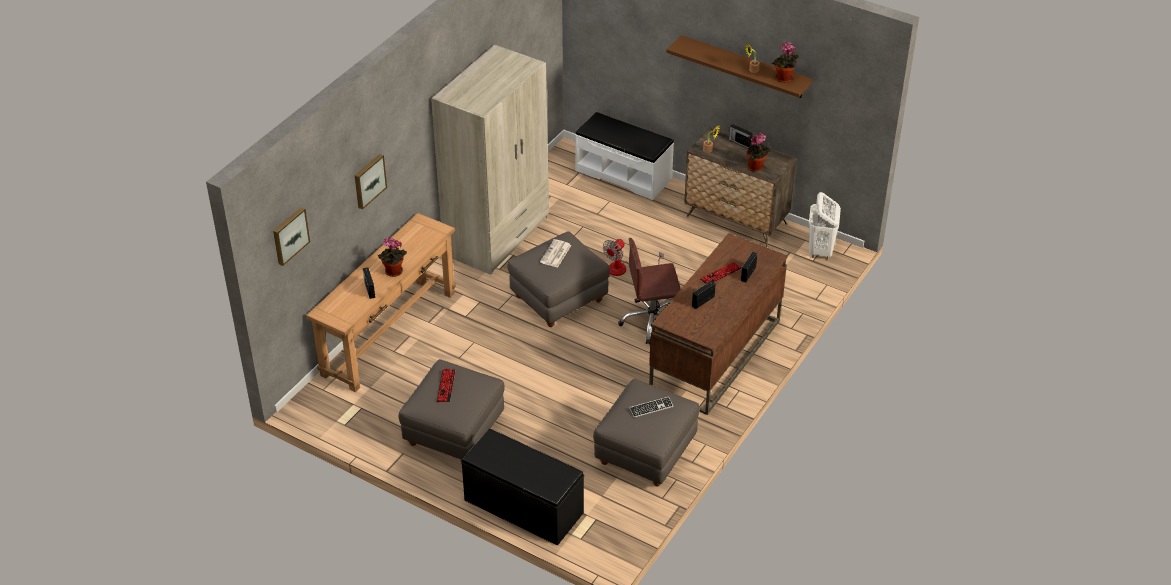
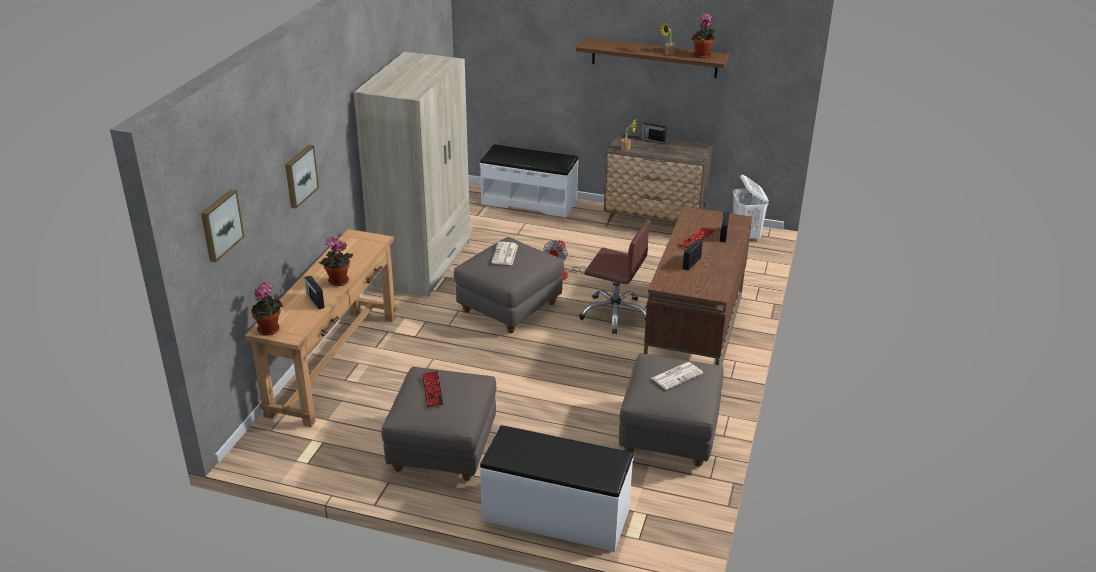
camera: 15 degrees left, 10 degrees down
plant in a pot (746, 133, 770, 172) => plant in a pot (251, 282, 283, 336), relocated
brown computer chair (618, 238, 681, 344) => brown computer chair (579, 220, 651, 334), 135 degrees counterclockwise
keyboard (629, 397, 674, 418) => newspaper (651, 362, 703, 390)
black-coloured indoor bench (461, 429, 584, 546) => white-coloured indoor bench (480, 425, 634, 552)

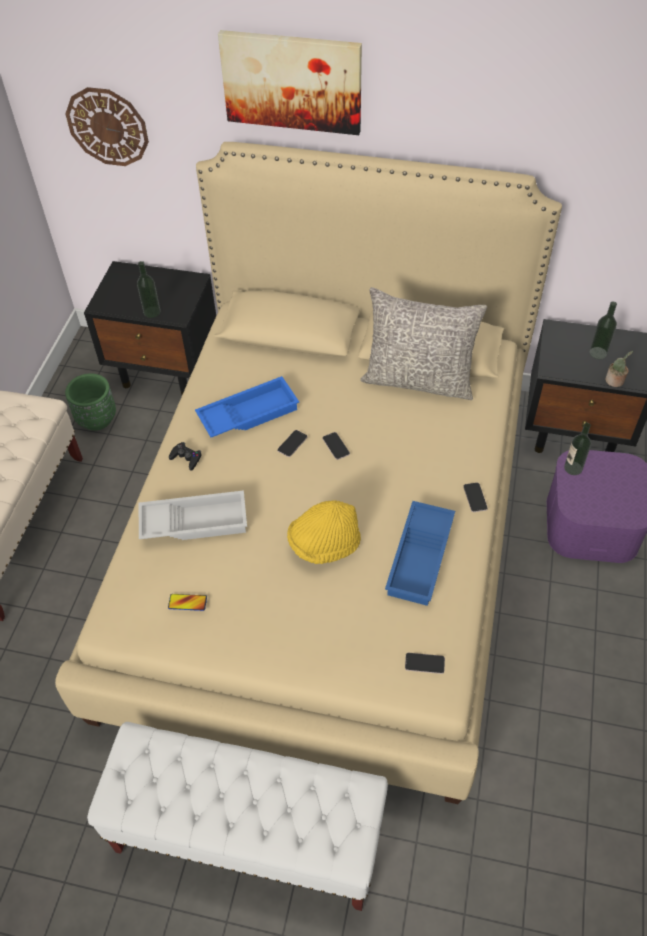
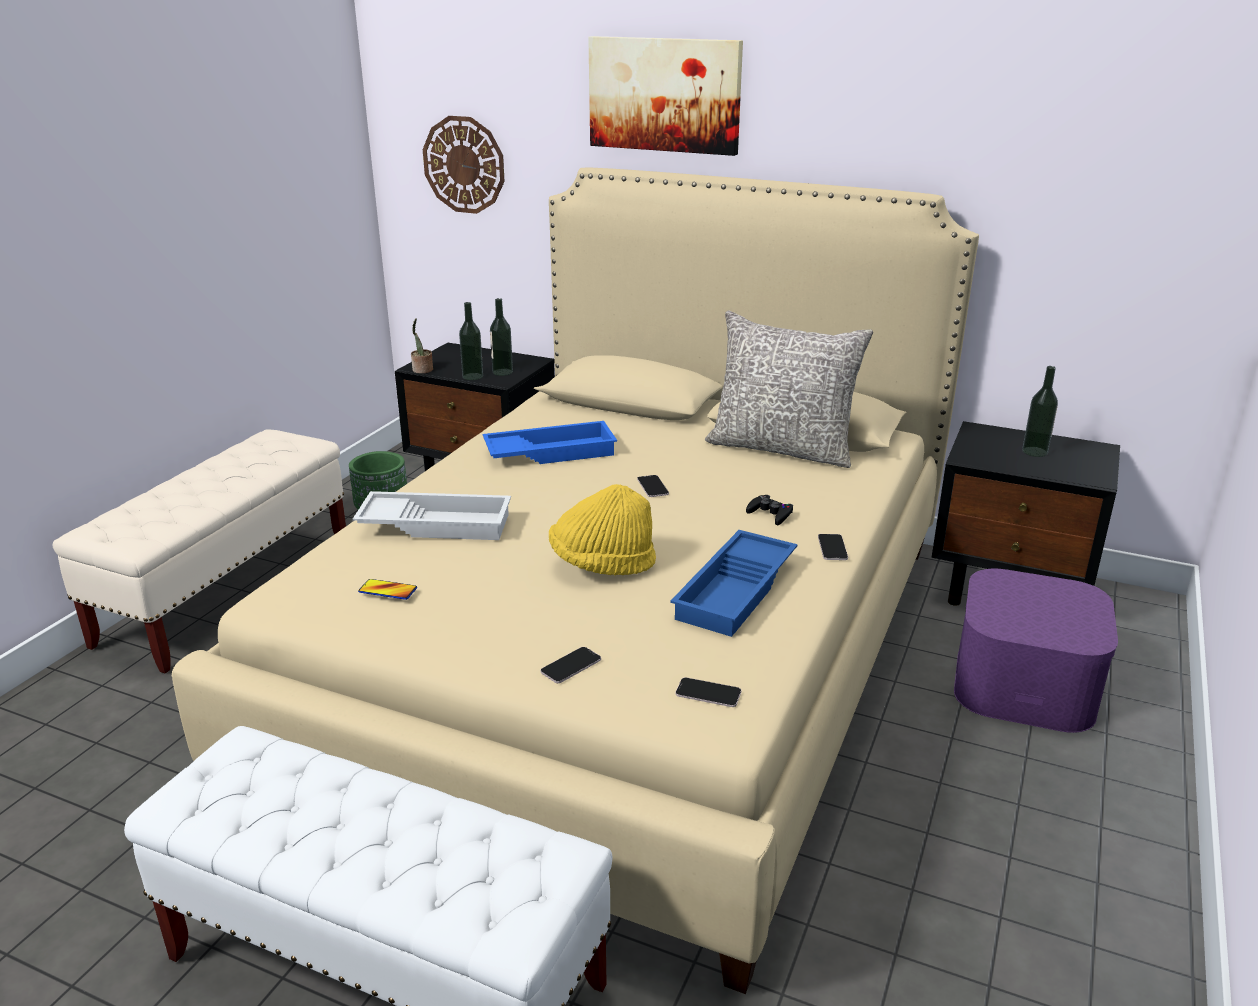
camera: 10 degrees right, 25 degrees down
plant in a pot (605, 351, 633, 387) => plant in a pot (411, 318, 433, 373), relocated
beverage bottle (564, 423, 591, 475) => beverage bottle (490, 298, 513, 376), relocated
phone (277, 430, 308, 457) => phone (540, 647, 601, 683), relocated
black-coloured gamepad (169, 442, 201, 471) => black-coloured gamepad (746, 495, 793, 525), relocated

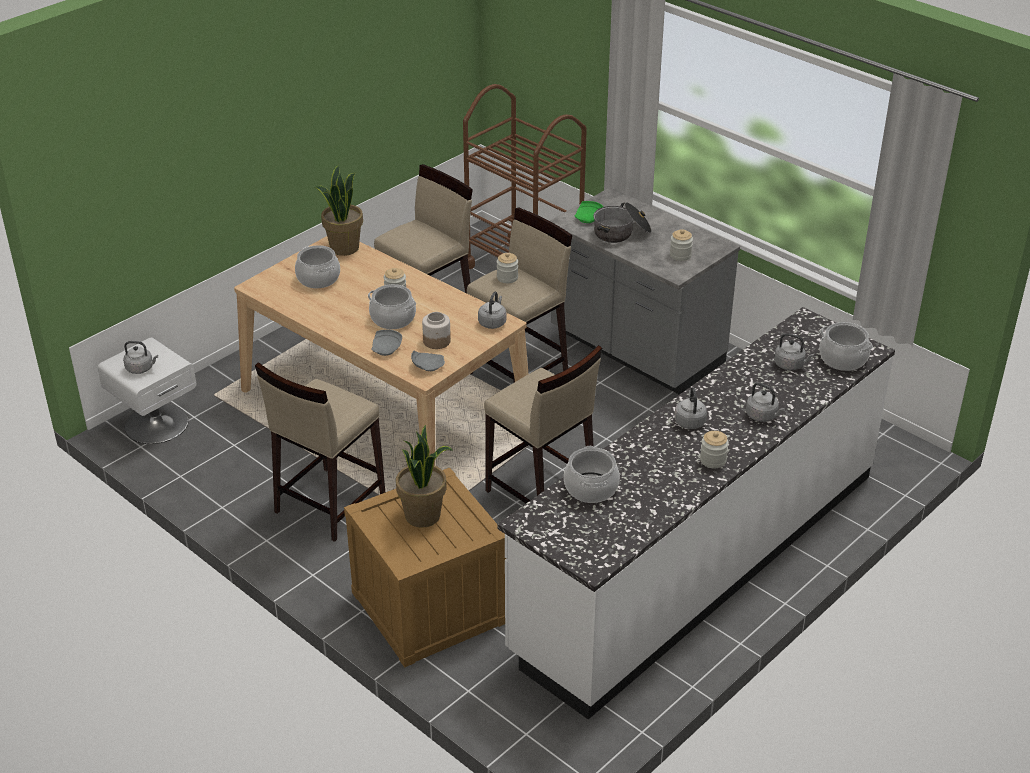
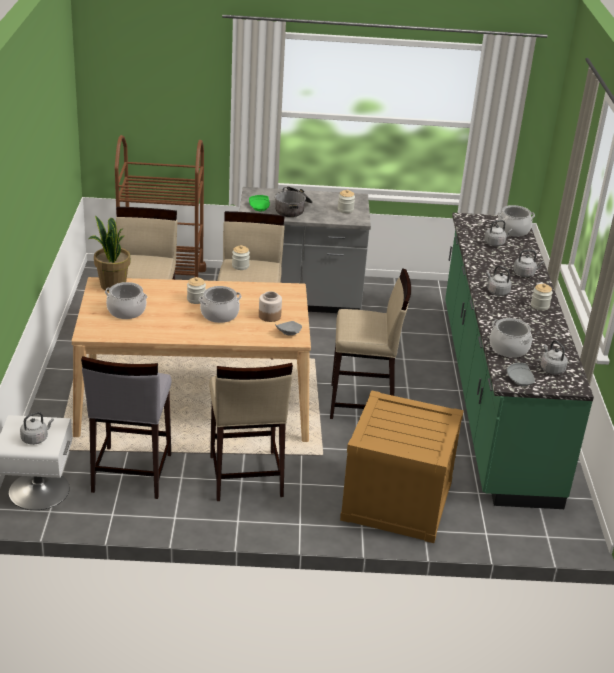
camera: 45 degrees left, 5 degrees down
greyish kettle (478, 292, 506, 329) => greyish kettle (540, 340, 568, 374), relocated
white-coloured kitchen base unit (497, 307, 895, 720) => green kitchen base unit (445, 213, 594, 509)
greyish dinner plate (371, 330, 402, 356) => greyish dinner plate (507, 363, 535, 386), relocated
plant in a pot (396, 425, 453, 528) => nothing
nothing => greyish stool seat (81, 356, 172, 499)

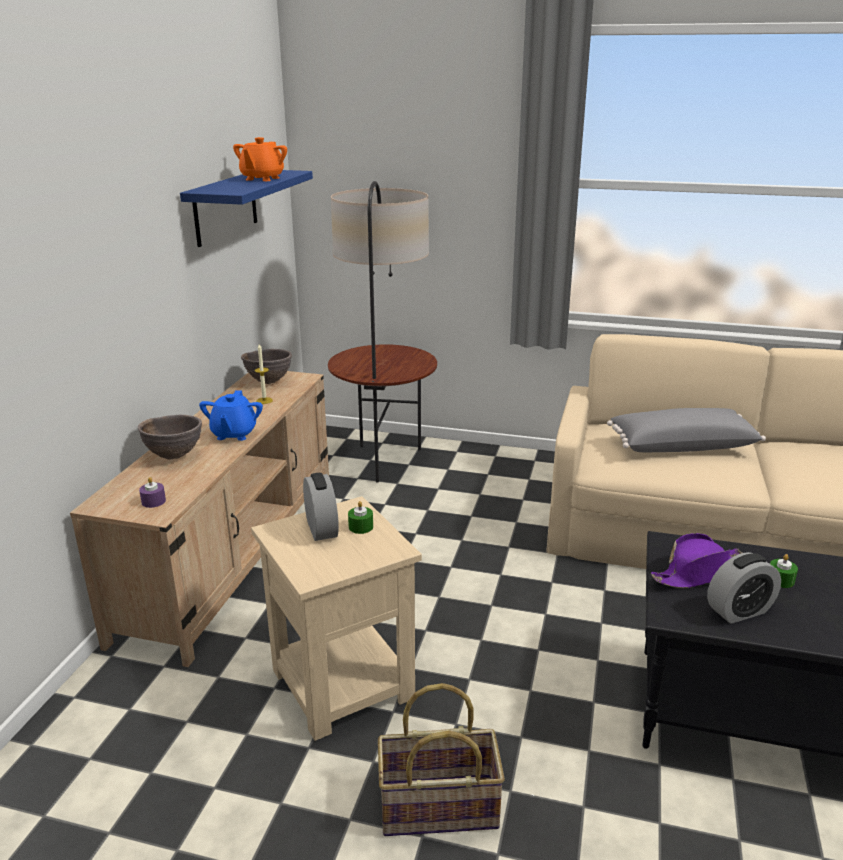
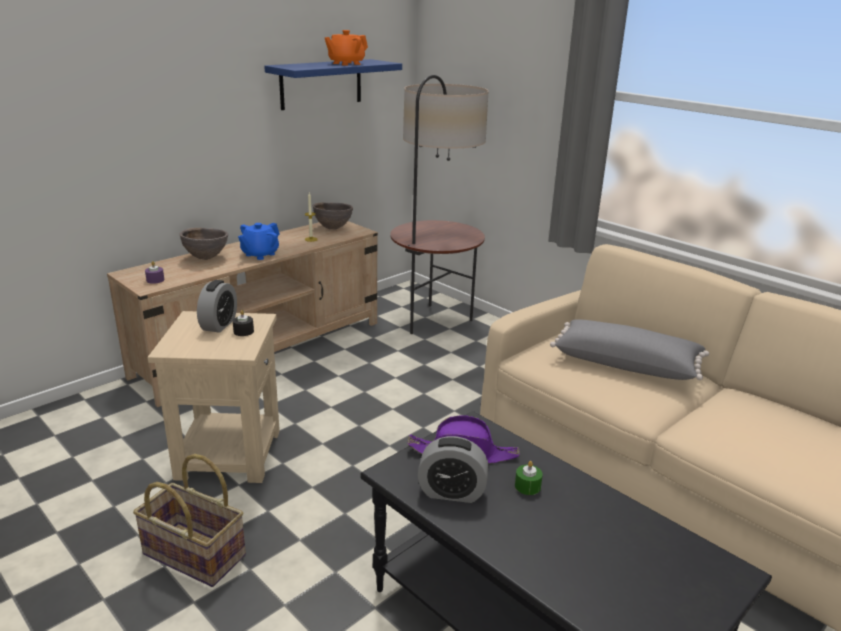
camera: 30 degrees right, 0 degrees up
green candle (348, 501, 373, 534) => black-coloured candle (233, 310, 254, 336)

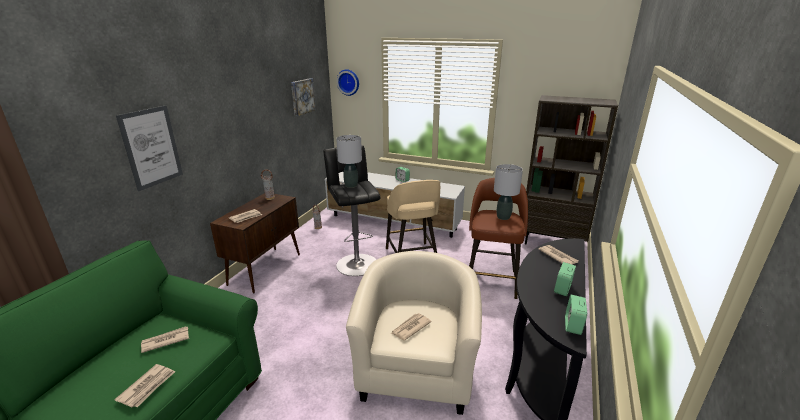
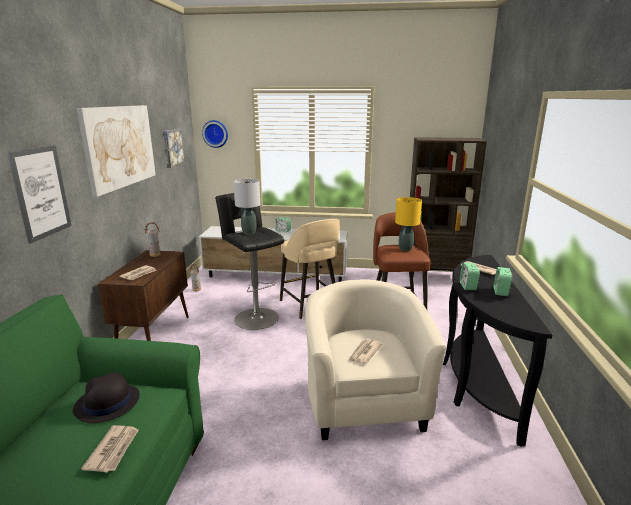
camera: 15 degrees left, 5 degrees down
greyish tabletop lamp (494, 164, 523, 220) => yellow tabletop lamp (395, 197, 422, 251)
table clock (565, 295, 587, 335) => table clock (460, 262, 480, 290), relocated
newspaper (141, 326, 189, 353) => black-coloured hat (73, 372, 140, 423)
nothing => wall art (77, 105, 156, 197)

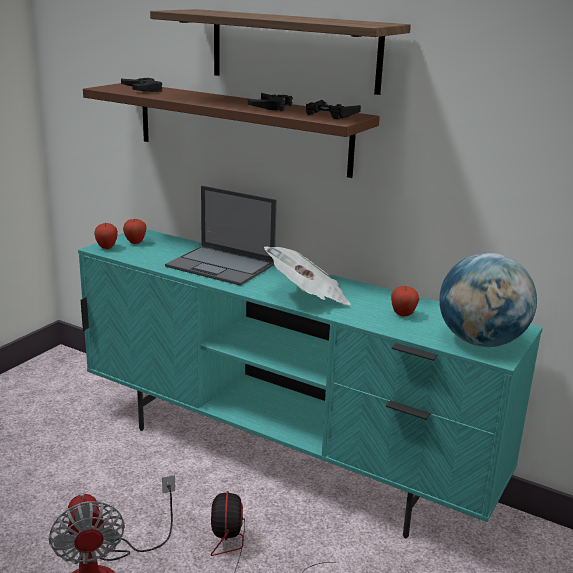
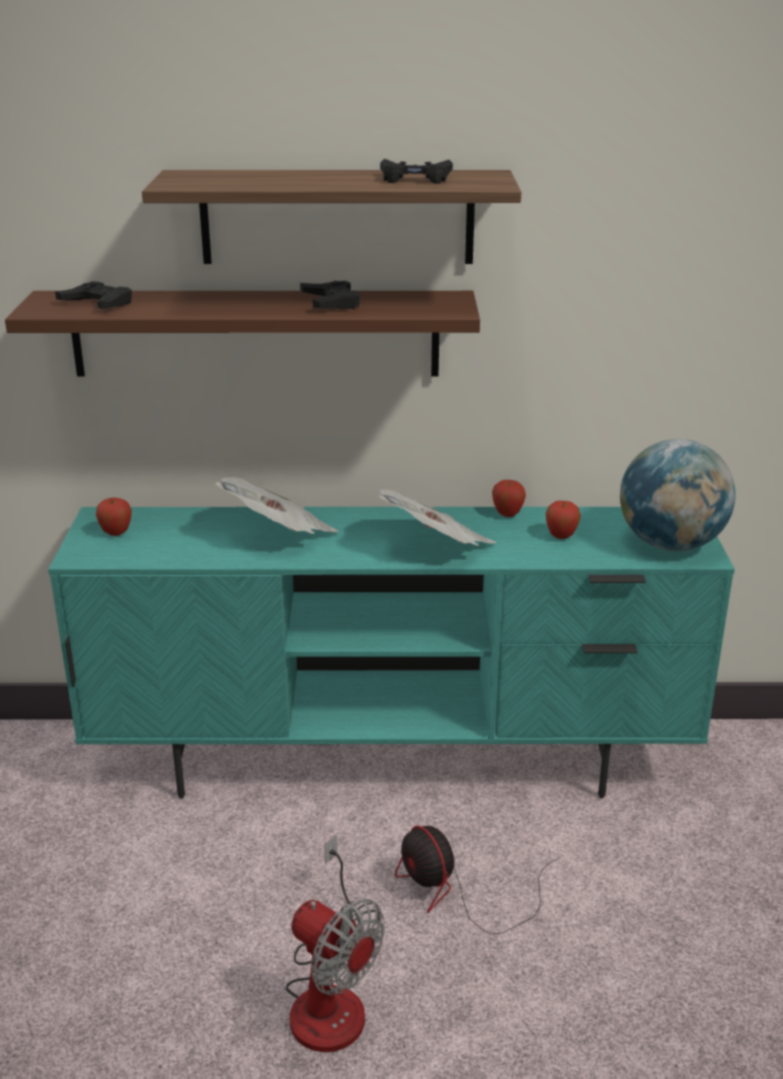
camera: 30 degrees left, 5 degrees up
black-coloured gamepad (306, 100, 361, 119) => black-coloured gamepad (380, 159, 453, 184), relocated
laptop (165, 186, 277, 286) => newspaper (215, 477, 338, 534)
apple (94, 223, 118, 249) => apple (492, 480, 526, 517), relocated

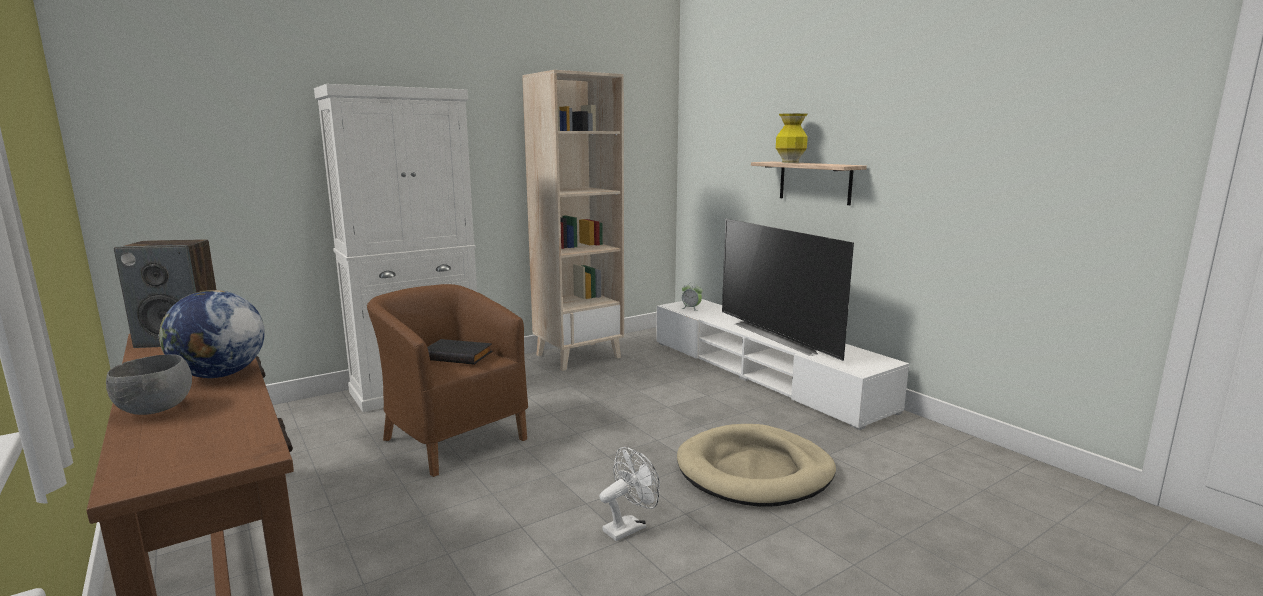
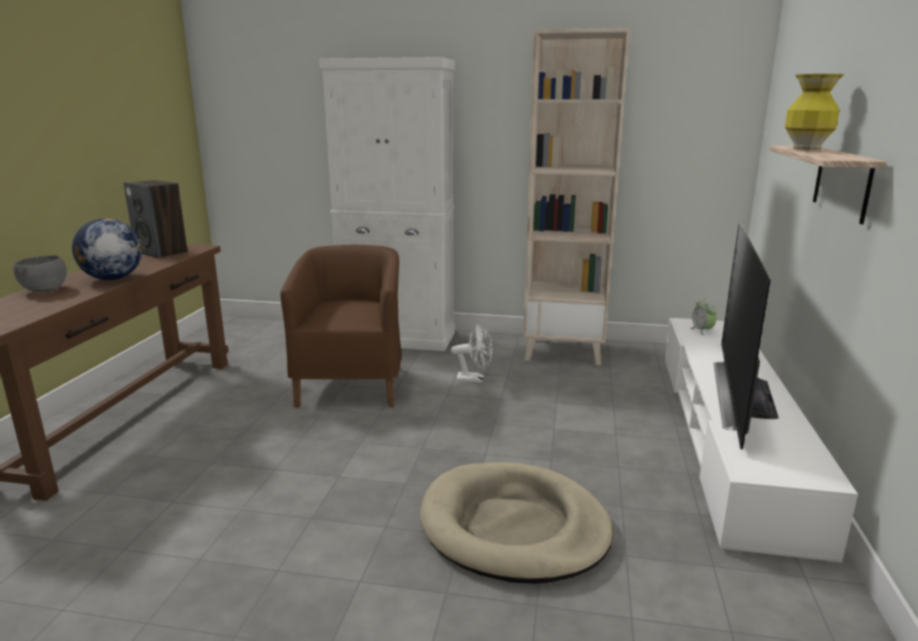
camera: 45 degrees right, 5 degrees up
black-coloured bound book (427, 339, 493, 365) => nothing
white-coloured cooling fan (600, 447, 660, 541) => white-coloured cooling fan (451, 324, 493, 383), relocated

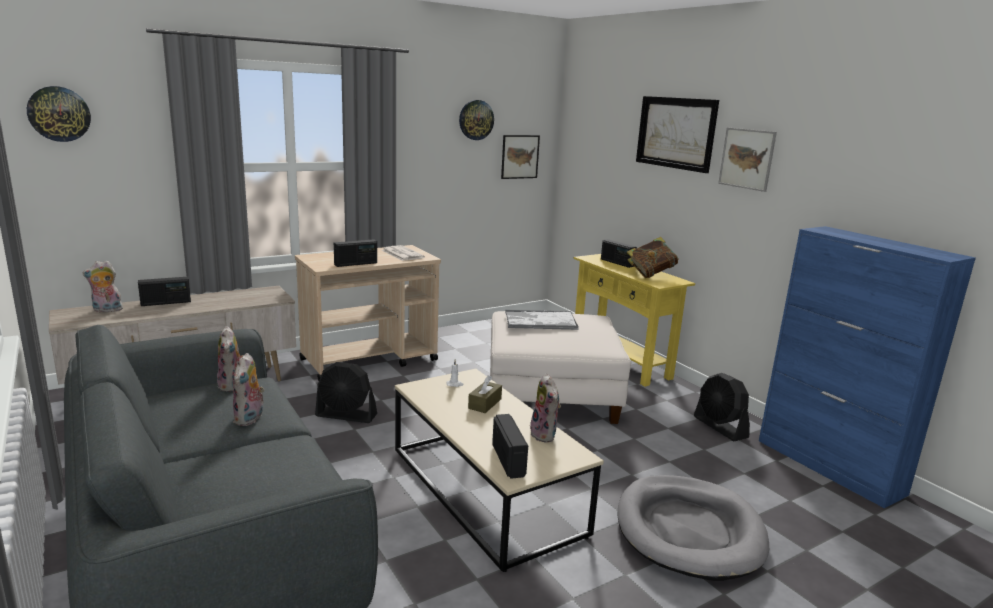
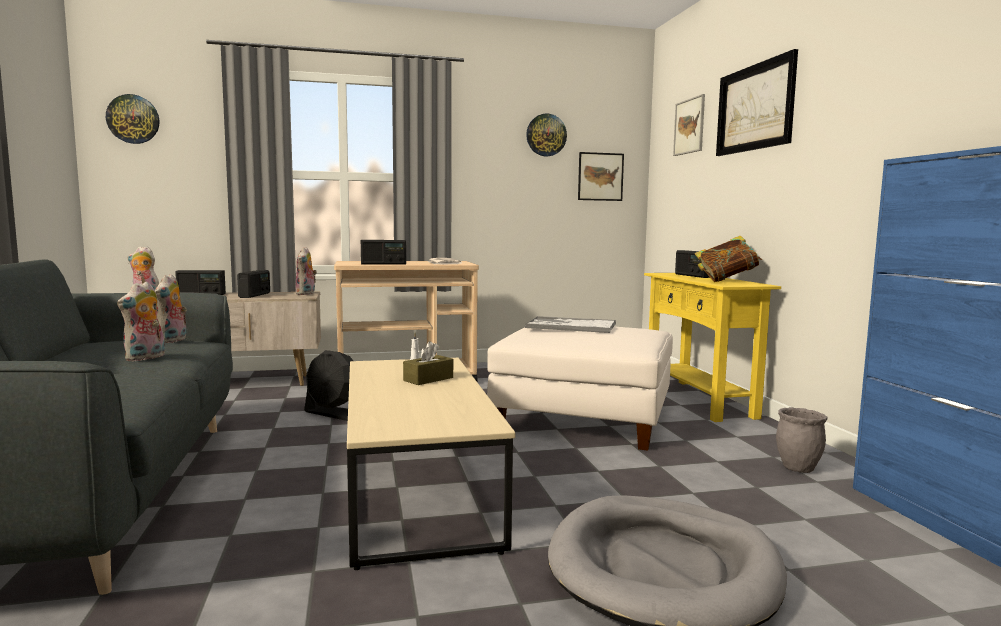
camera: 20 degrees right, 10 degrees down
wall art (718, 127, 777, 192) => wall art (673, 94, 705, 156), relocated
plush toy (530, 373, 561, 442) => plush toy (295, 247, 317, 295), relocated
black-coloured cooling fan (694, 373, 750, 441) => greyish planter (776, 407, 827, 473)
radio receiver (492, 414, 528, 479) => radio receiver (237, 270, 270, 298), relocated

